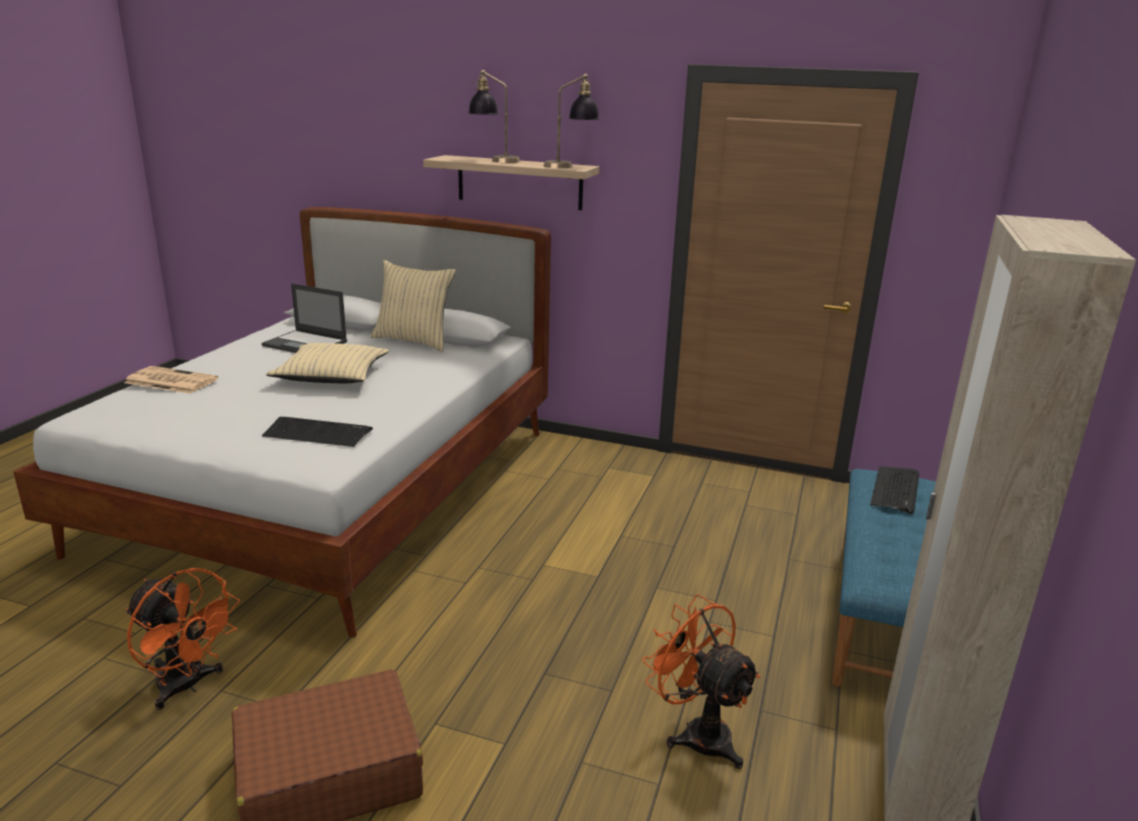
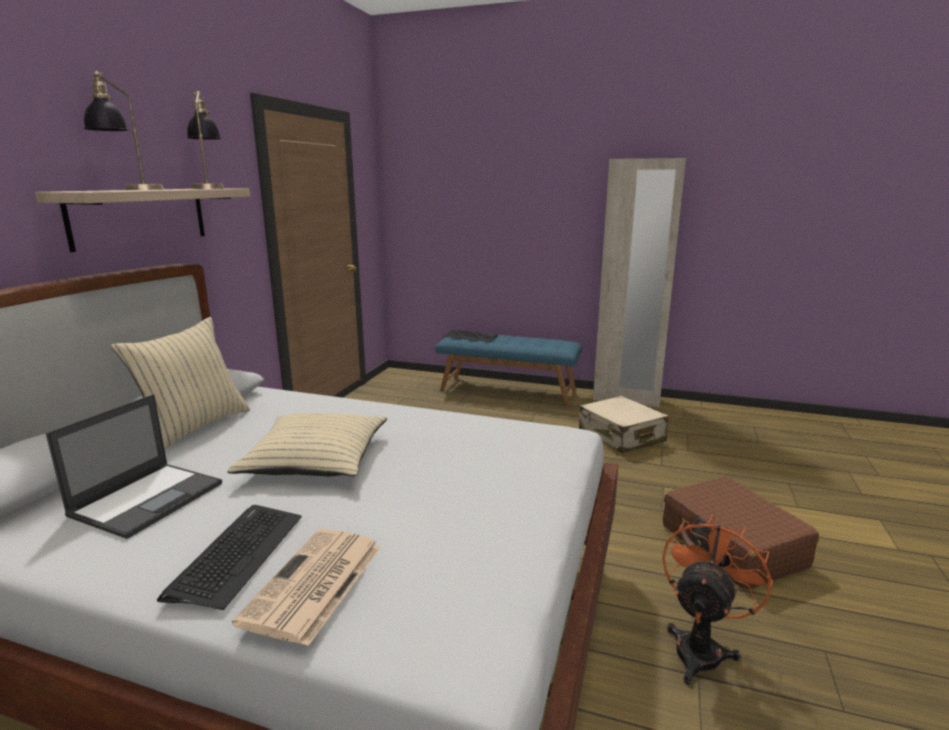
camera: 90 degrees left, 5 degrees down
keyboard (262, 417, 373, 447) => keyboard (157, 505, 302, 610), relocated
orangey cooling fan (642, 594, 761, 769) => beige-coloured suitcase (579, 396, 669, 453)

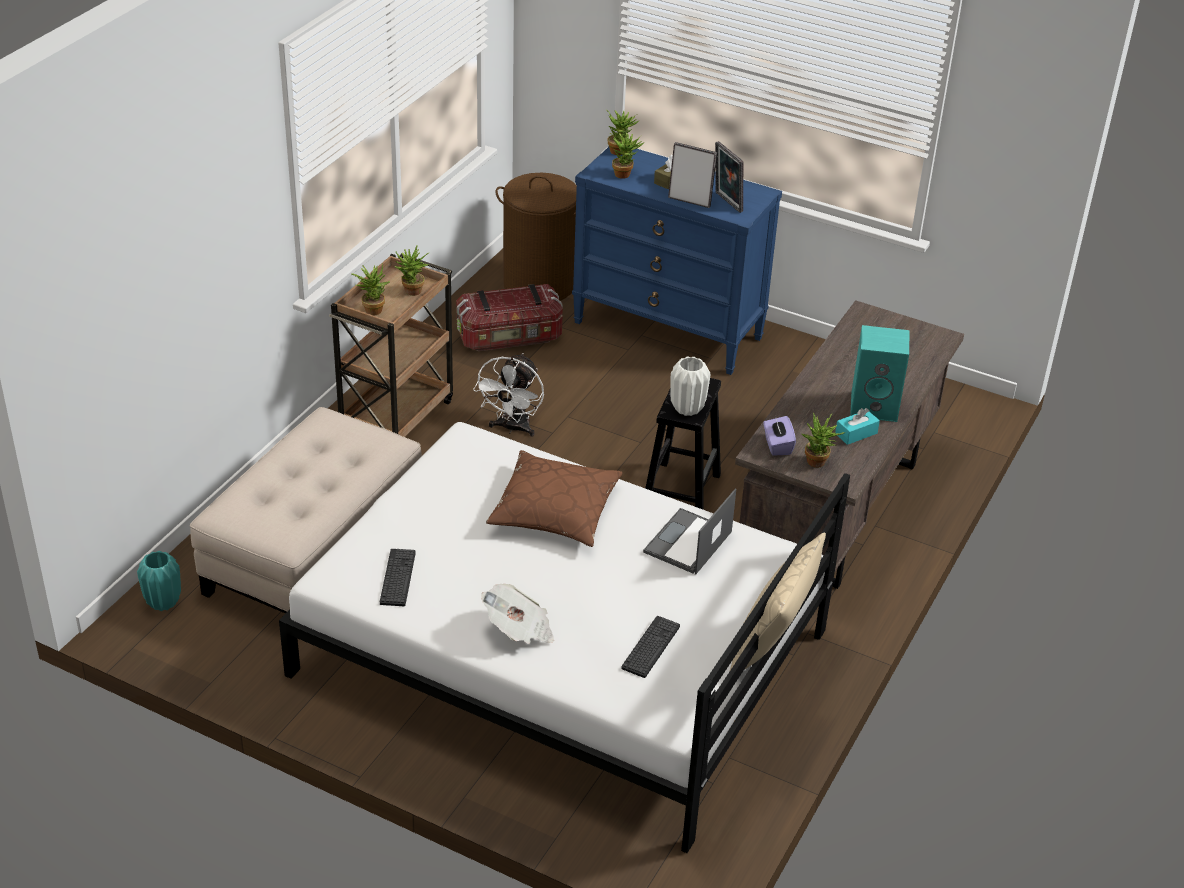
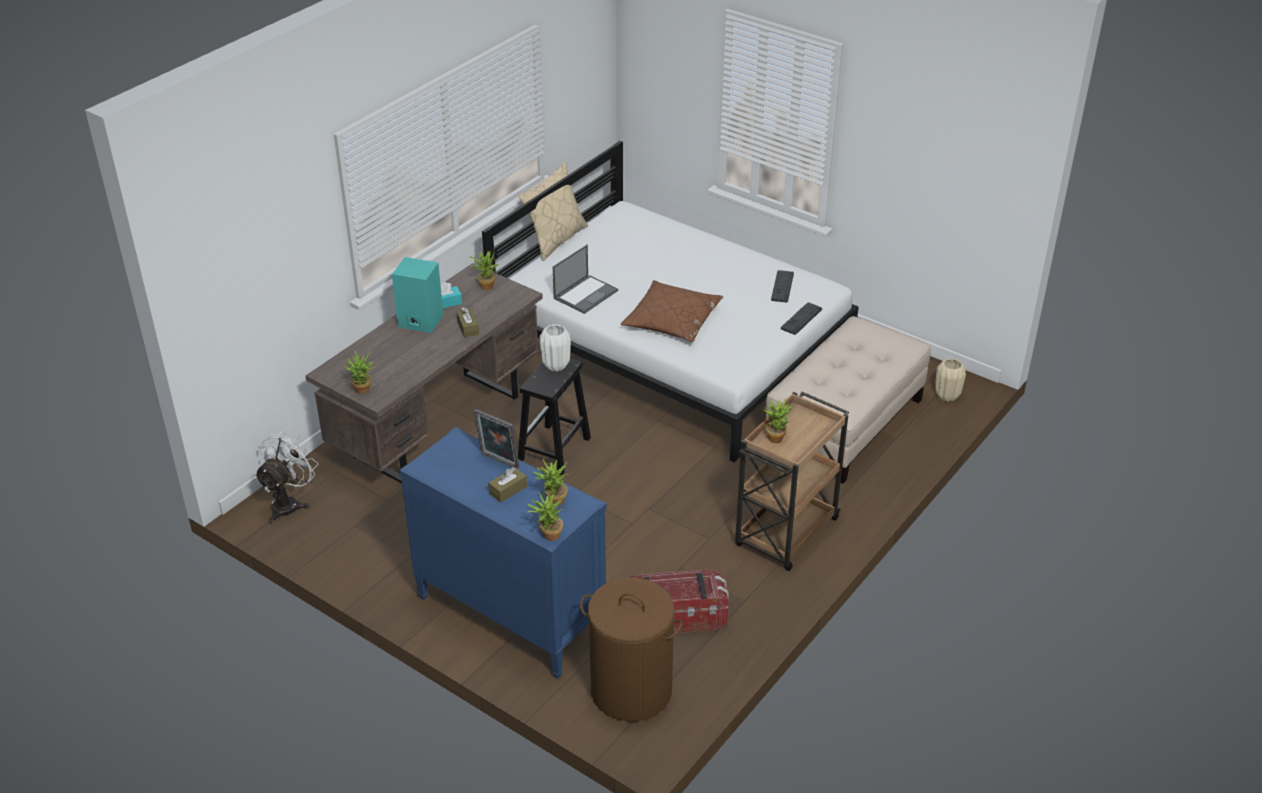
camera: 170 degrees left, 0 degrees up
picture frame (715, 141, 743, 213) => nothing
plant in a pot (351, 264, 390, 315) => plant in a pot (345, 351, 375, 394), relocated
white-coloured cooling fan (473, 353, 544, 437) => white-coloured cooling fan (255, 430, 318, 524), relocated
purple tissue holder (763, 415, 796, 456) => nothing
blue-green decorative vase (137, 551, 181, 611) => beige-coloured decorative vase (935, 358, 966, 402)
newspaper (481, 584, 554, 644) => nothing
keyboard (621, 616, 680, 678) => keyboard (781, 302, 822, 335), relocated
nothing => brown tissue holder (457, 308, 479, 338)

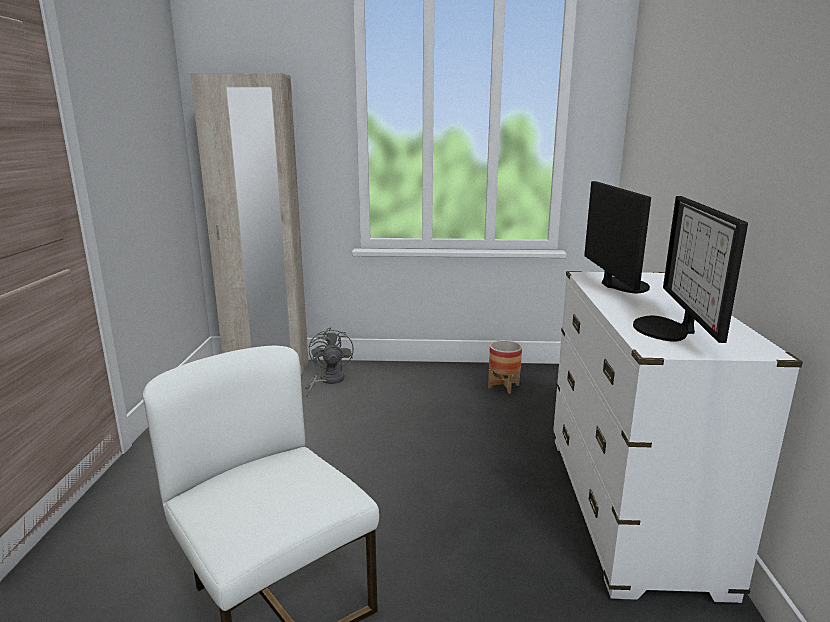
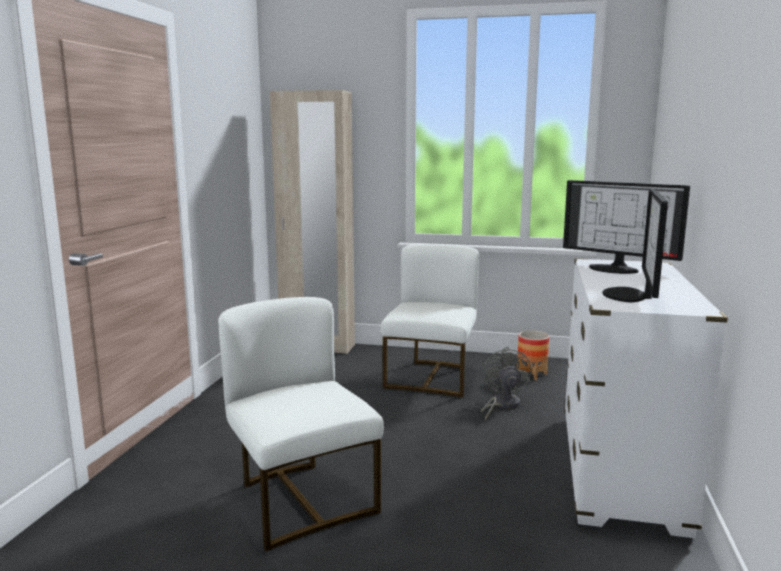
camera: 10 degrees right, 5 degrees down
computer screen (584, 181, 651, 293) => computer screen (563, 180, 690, 274), 120 degrees clockwise
greyish cooling fan (305, 327, 354, 397) => greyish cooling fan (481, 346, 532, 421), relocated
nothing => white-coloured chair (381, 244, 479, 397)

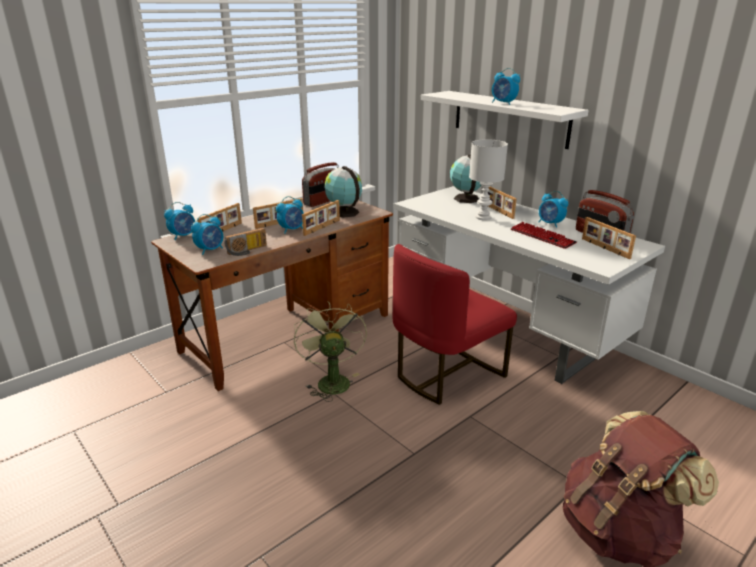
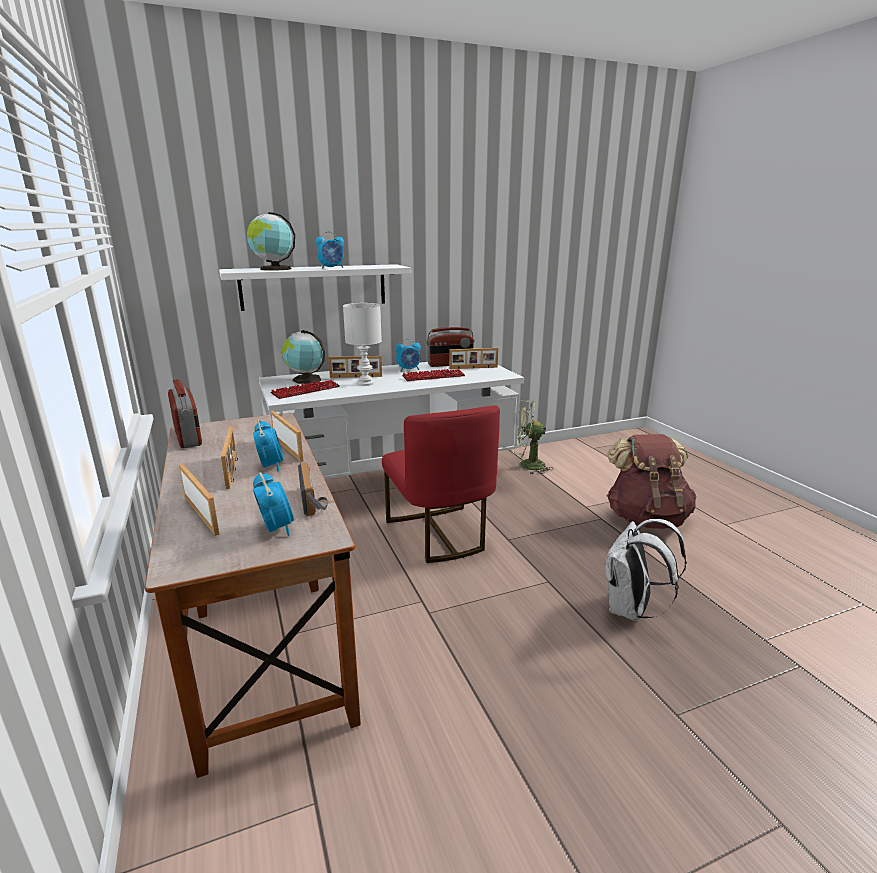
camera: 70 degrees left, 5 degrees down
desk globe (325, 166, 362, 218) => desk globe (247, 212, 295, 271), relocated
table clock (164, 202, 195, 240) => nothing
green cooling fan (294, 301, 367, 402) => green cooling fan (510, 400, 554, 475), relocated
nothing => keyboard (270, 380, 340, 399)
nothing => white-coloured knapsack (605, 519, 687, 621)

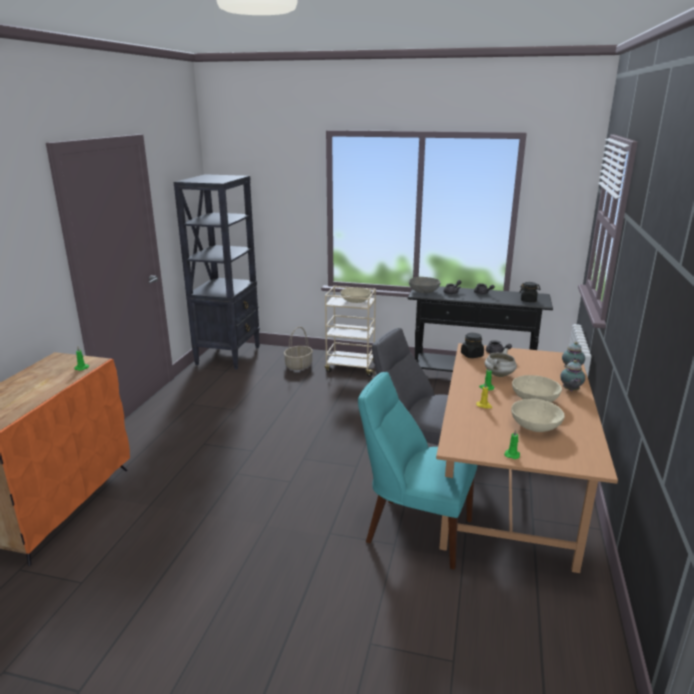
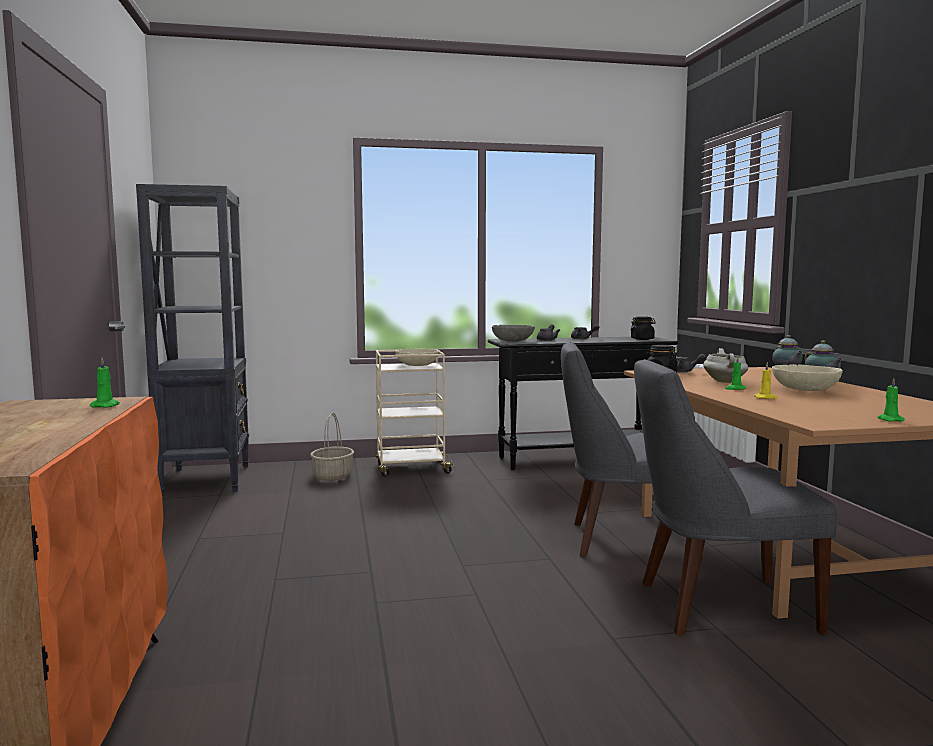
camera: 25 degrees left, 15 degrees down
blue-green chair (358, 372, 477, 570) => greyish chair (634, 359, 837, 635)
beige-coloured deep dish (511, 399, 565, 432) => nothing

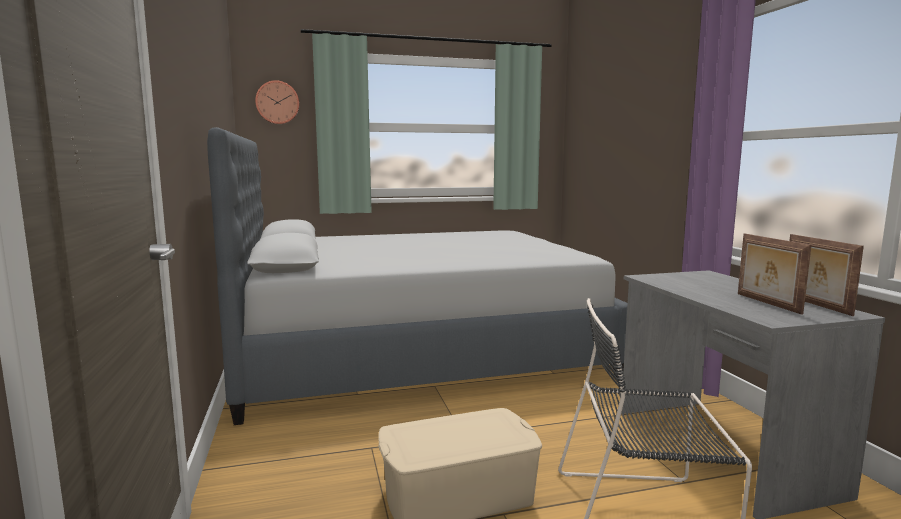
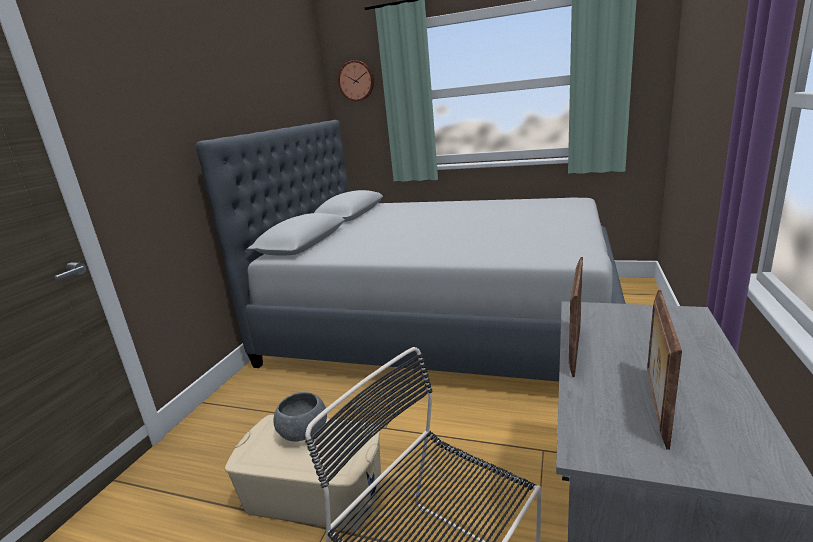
camera: 35 degrees right, 10 degrees up
picture frame (789, 234, 864, 316) => picture frame (569, 257, 583, 377), relocated
nothing => greyish deep dish (273, 392, 327, 441)

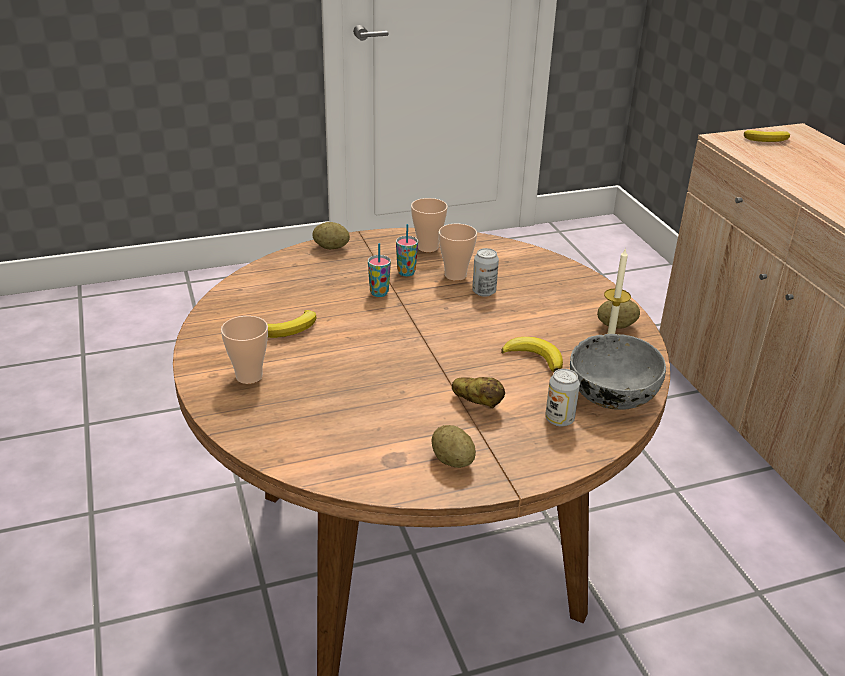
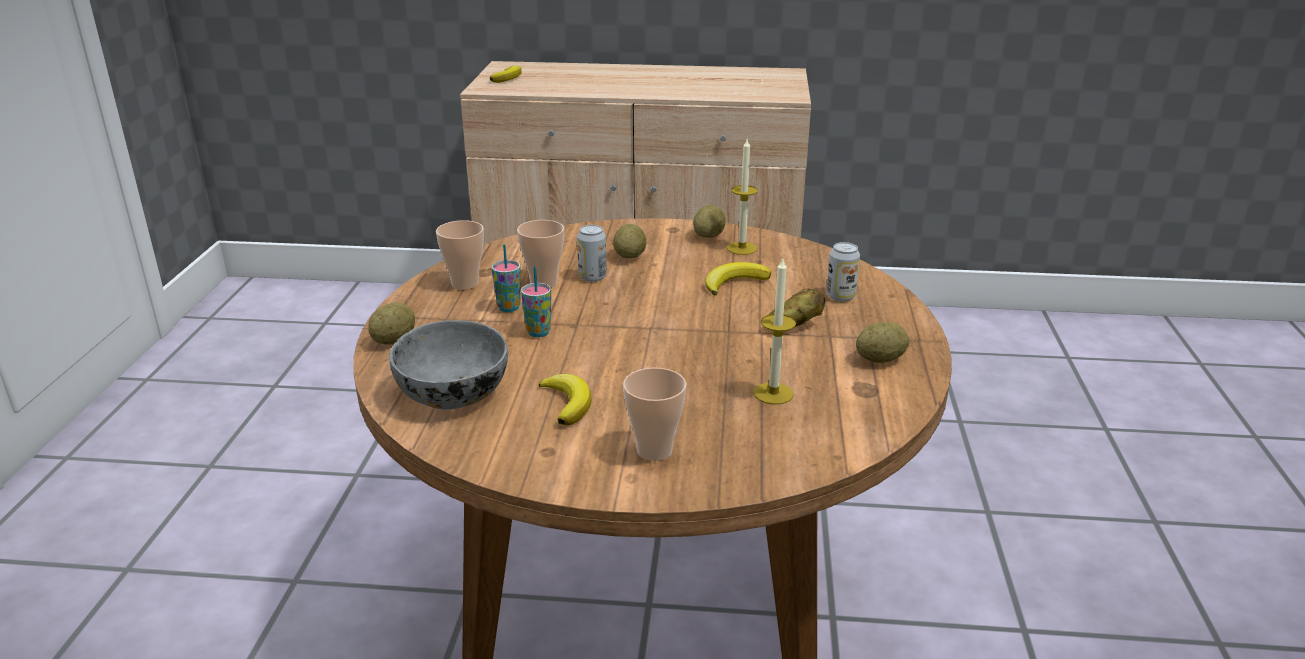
camera: 65 degrees left, 5 degrees down
greyish deep dish (570, 334, 666, 410) => greyish deep dish (390, 320, 508, 409), relocated
nothing => spud (613, 224, 647, 258)
nothing => candle (754, 258, 796, 405)

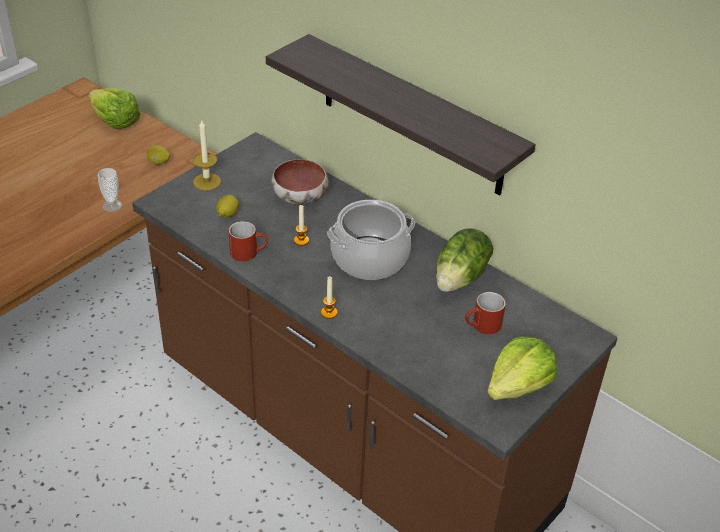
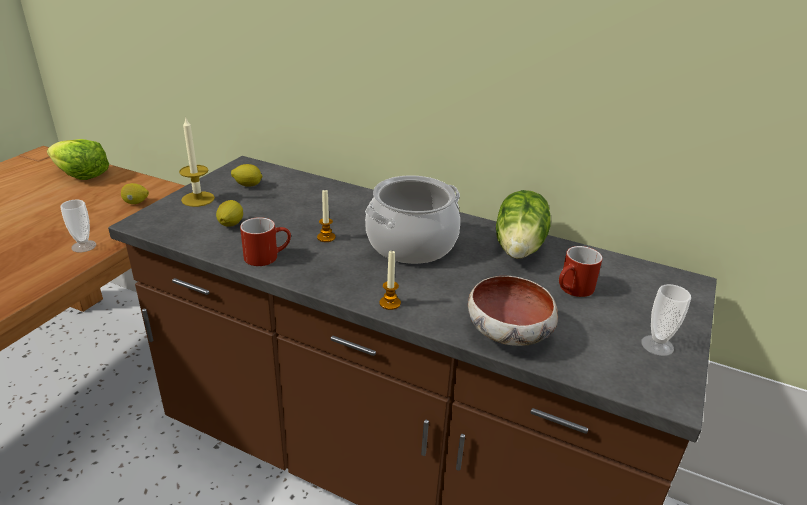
camera: 15 degrees left, 10 degrees down
shelf (266, 34, 536, 195) => nothing
deep dish (271, 159, 329, 205) => deep dish (468, 276, 558, 346), relocated
lettuce head (487, 336, 557, 400) => small cup (641, 284, 691, 356)
nothing => citrus fruit (231, 164, 263, 187)

